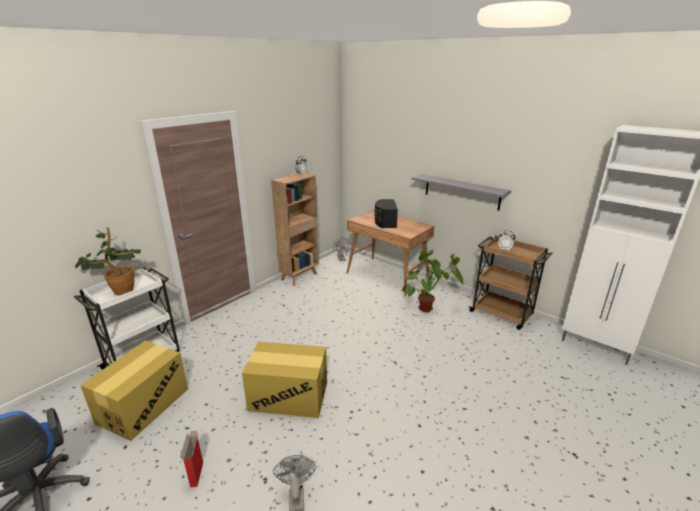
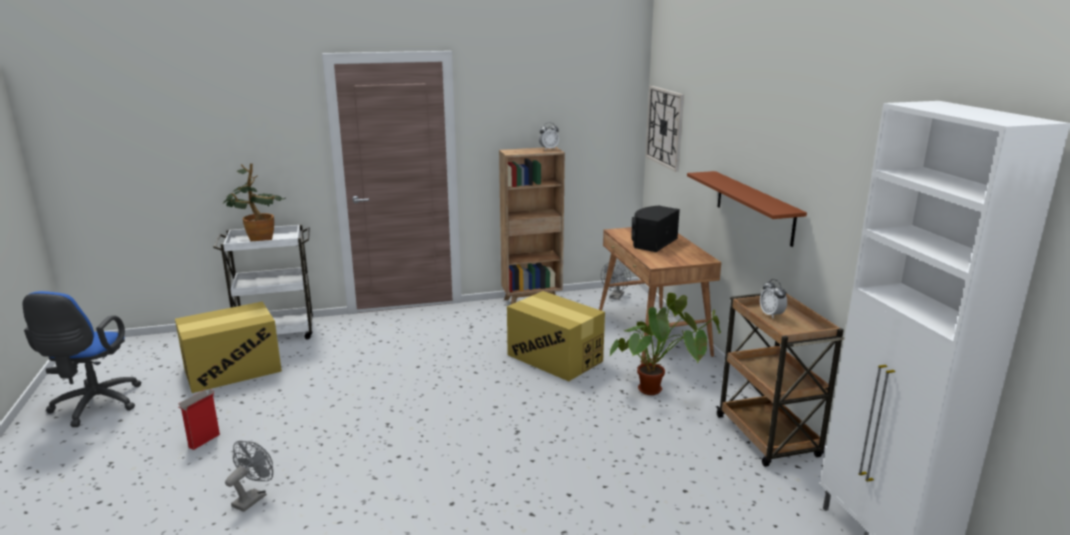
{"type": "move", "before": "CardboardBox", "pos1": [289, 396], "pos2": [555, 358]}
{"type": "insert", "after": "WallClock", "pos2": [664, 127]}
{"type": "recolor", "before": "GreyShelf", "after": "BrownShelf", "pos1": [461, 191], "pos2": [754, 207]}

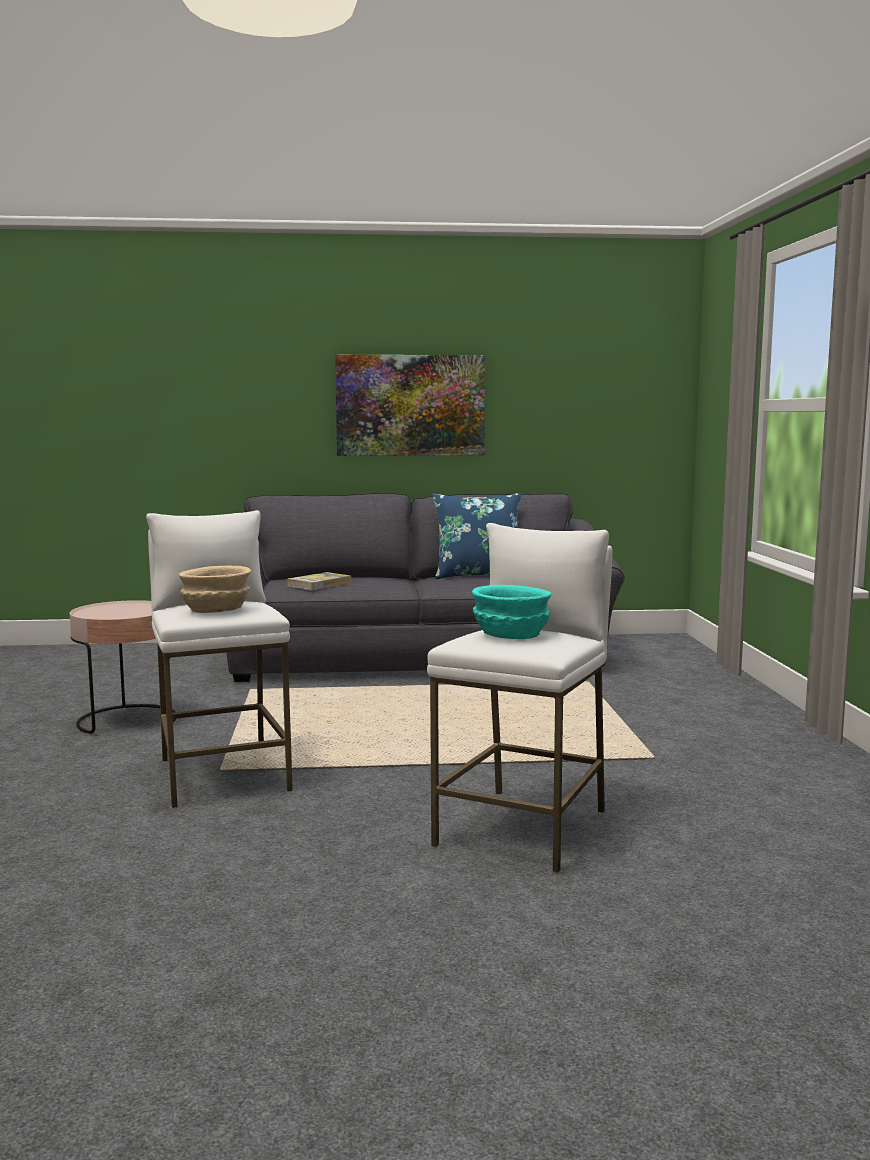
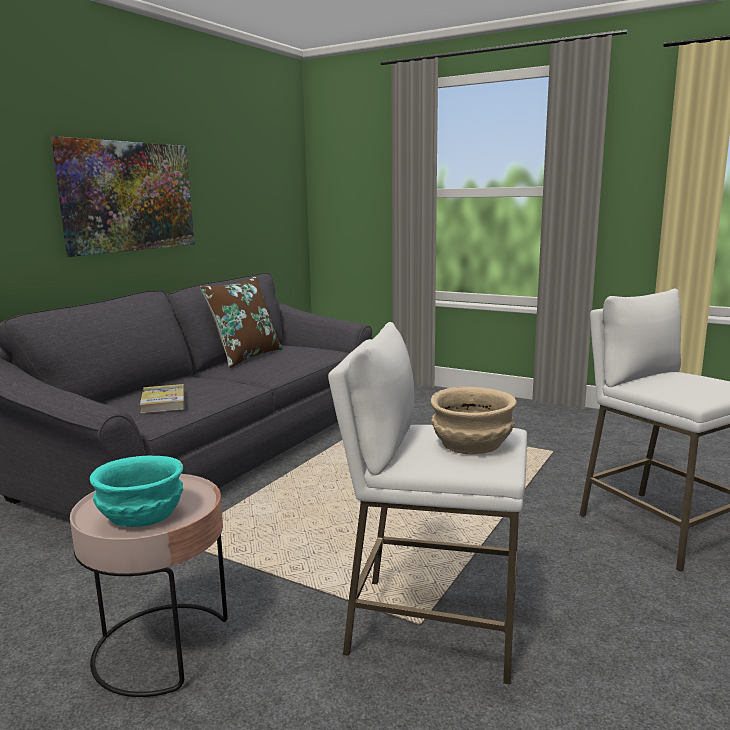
{"type": "move", "before": "TurquoiseBowl", "pos1": [510, 634], "pos2": [140, 515]}
{"type": "recolor", "before": "BluePillow", "after": "BrownPillow", "pos1": [478, 575], "pos2": [246, 357]}

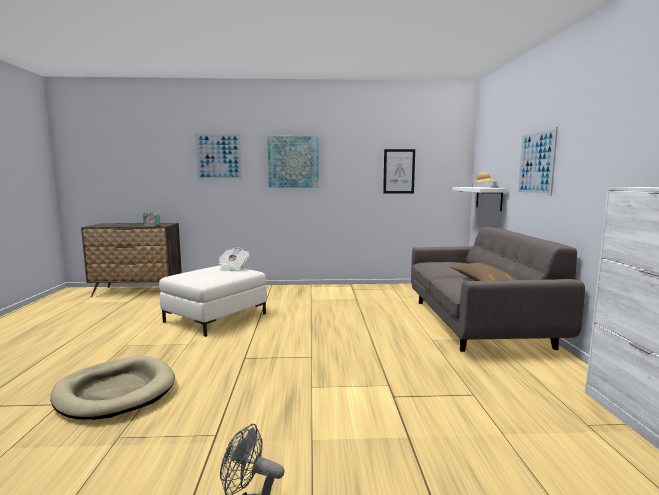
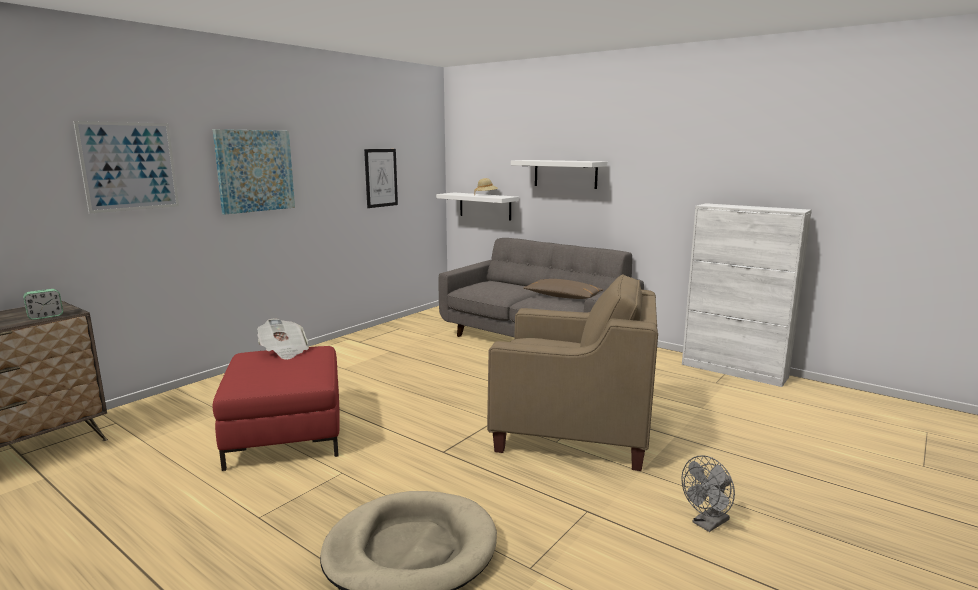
{"type": "recolor", "before": "WhiteOttoman", "after": "RedOttoman", "pos1": [216, 318], "pos2": [286, 433]}
{"type": "insert", "after": "BeigeArmchair", "pos2": [573, 431]}
{"type": "replace", "before": "Picture", "after": "WhiteShelf", "pos1": [536, 163], "pos2": [565, 174]}

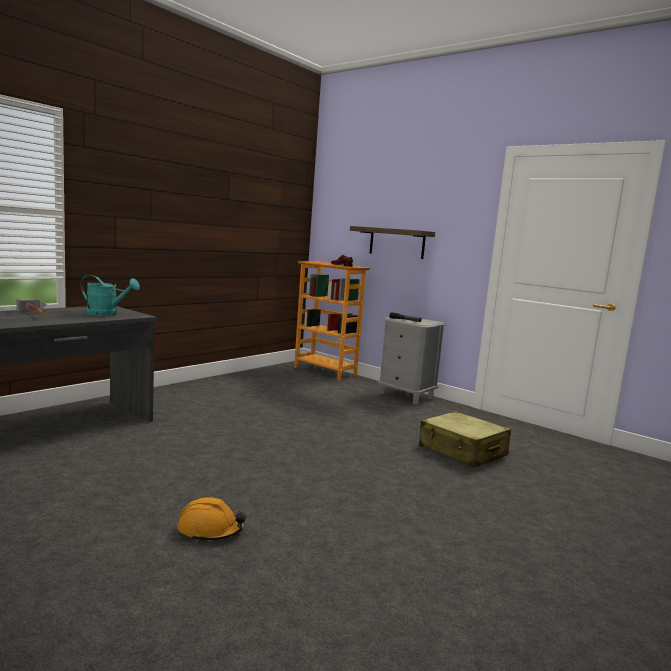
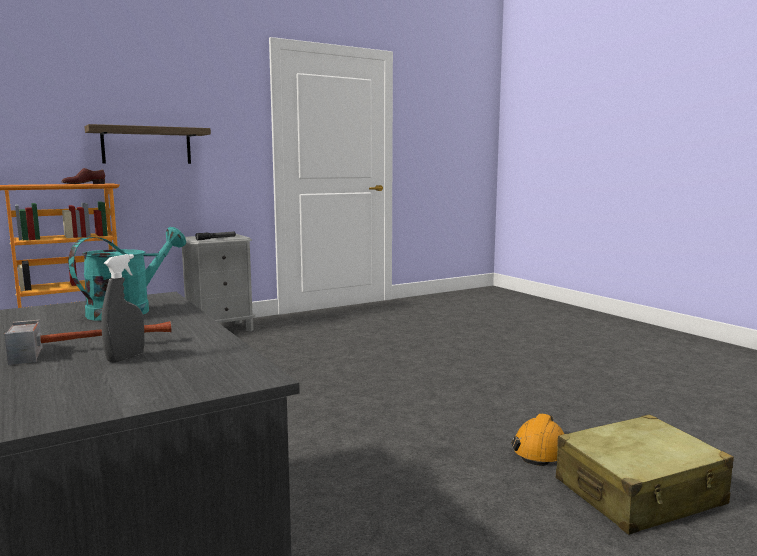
{"type": "insert", "after": "GreySprayBottle", "pos2": [126, 358]}
{"type": "move", "before": "BeigeSuitcase", "pos1": [462, 451], "pos2": [639, 493]}

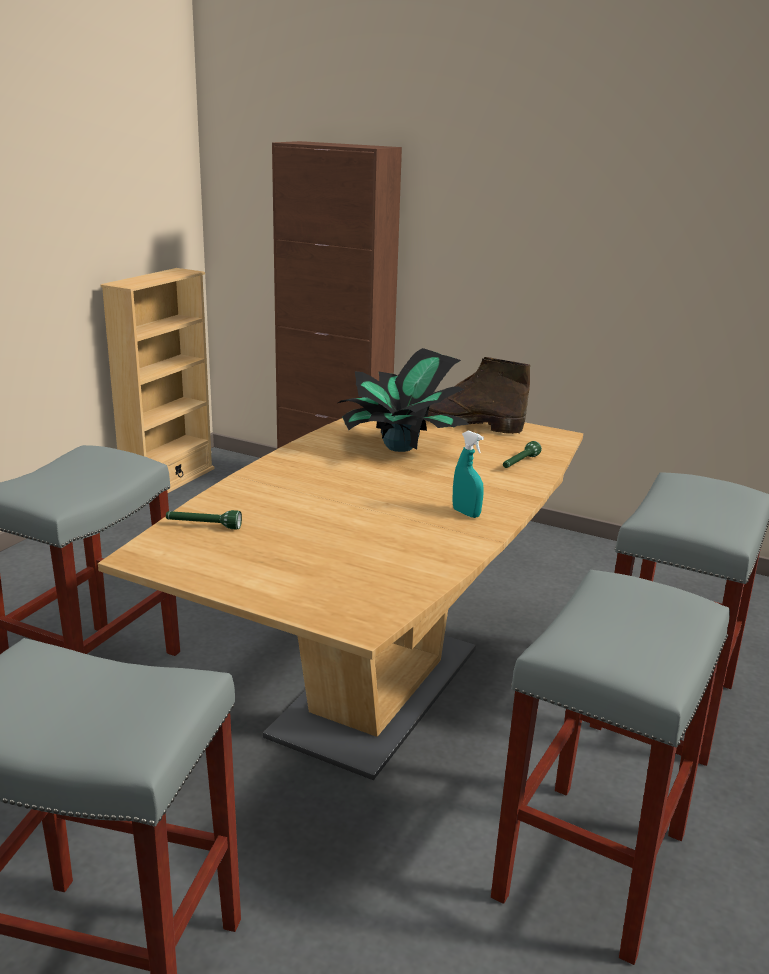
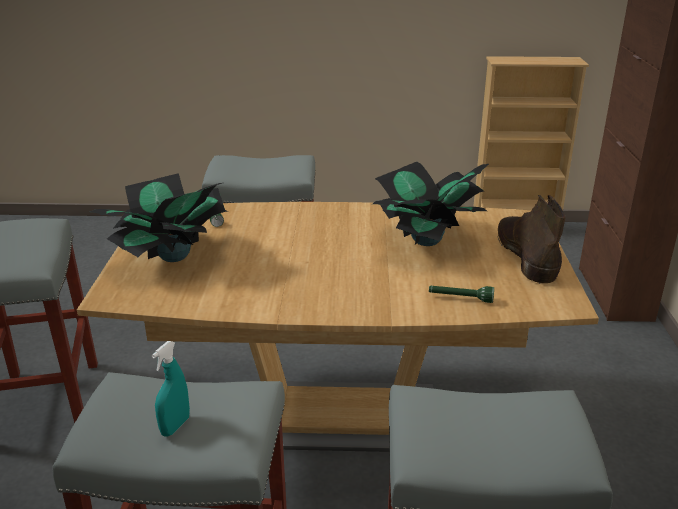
{"type": "insert", "after": "PottedPlant", "pos2": [172, 257]}
{"type": "move", "before": "TurquoiseSprayBottle", "pos1": [466, 513], "pos2": [175, 426]}

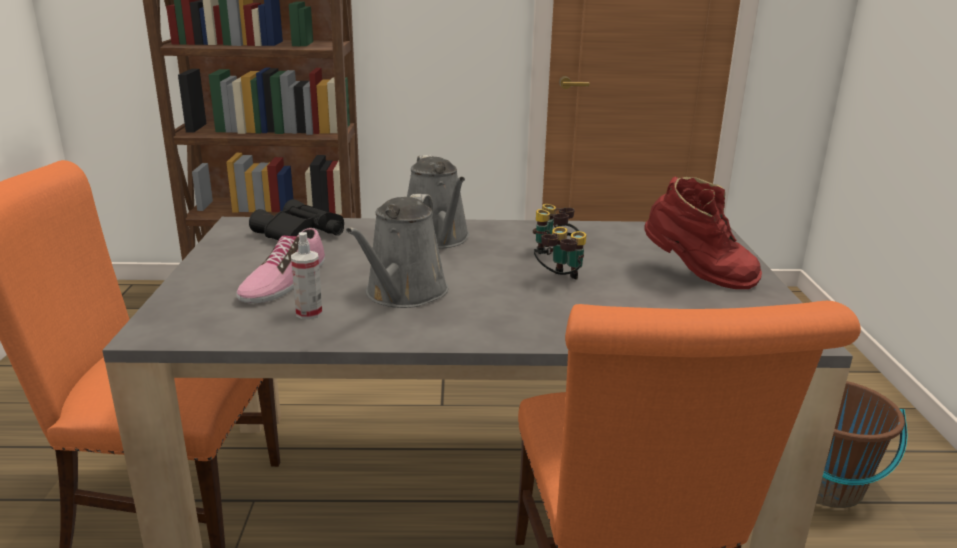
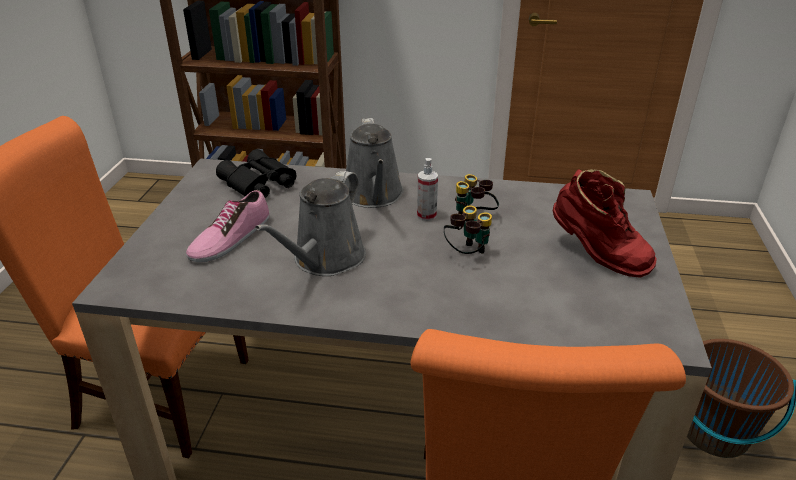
{"type": "move", "before": "SprayBottle", "pos1": [309, 313], "pos2": [426, 215]}

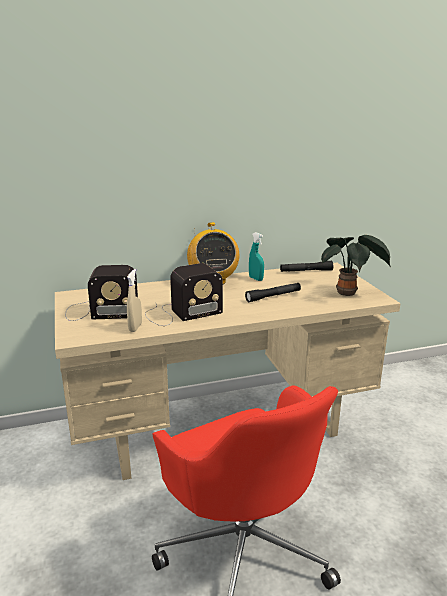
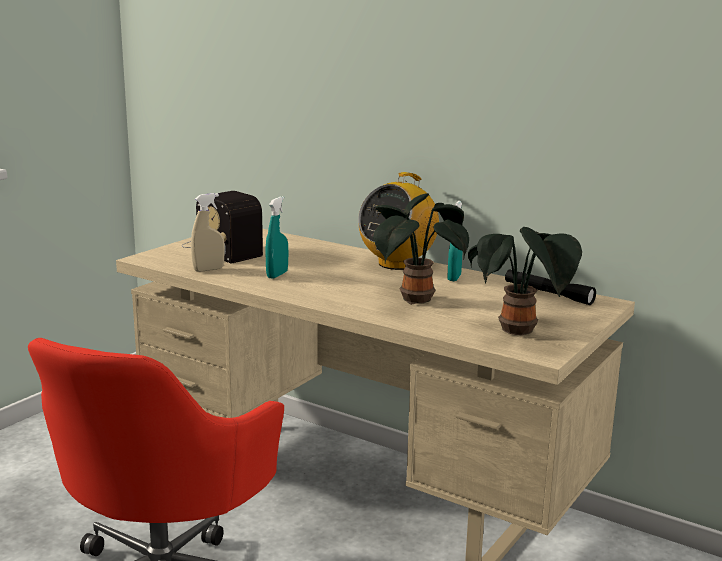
{"type": "replace", "before": "Radio", "after": "TurquoiseSprayBottle", "pos1": [180, 313], "pos2": [277, 275]}
{"type": "replace", "before": "BlackFlashlight", "after": "PottedPlant", "pos1": [273, 296], "pos2": [414, 299]}

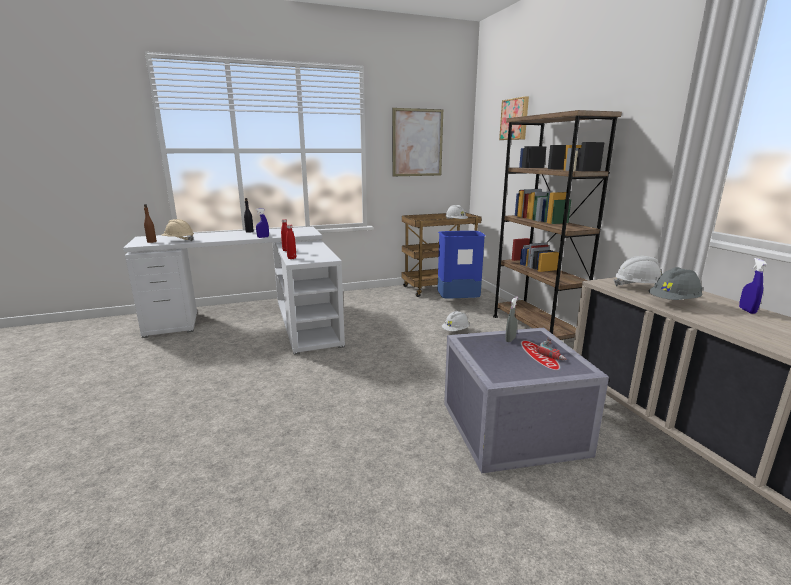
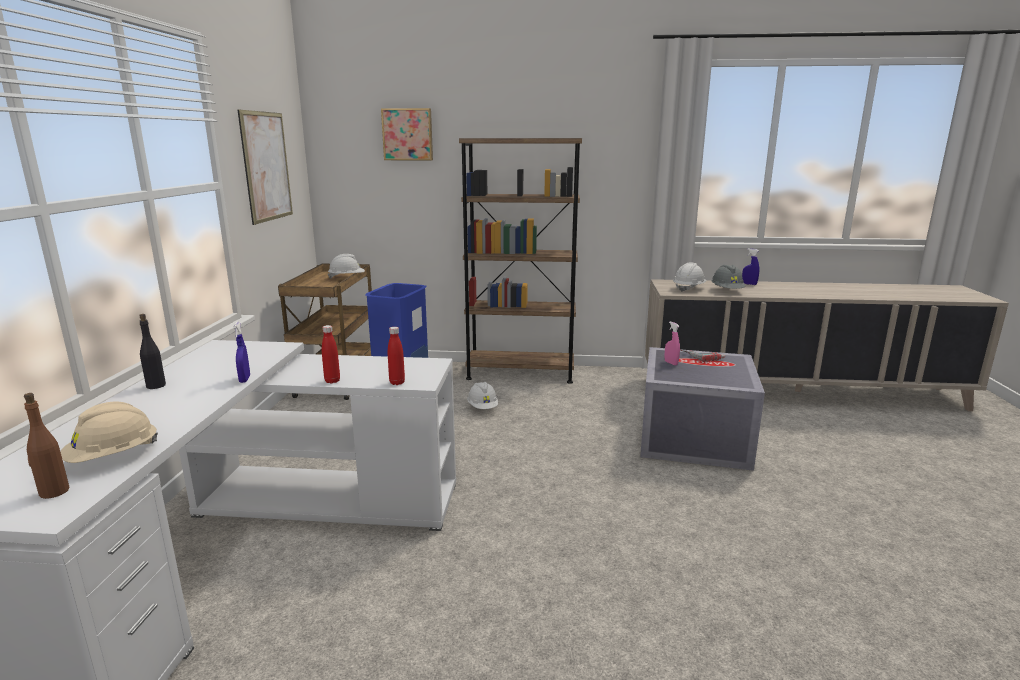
{"type": "recolor", "before": "GreySprayBottle", "after": "PinkSprayBottle", "pos1": [510, 339], "pos2": [671, 363]}

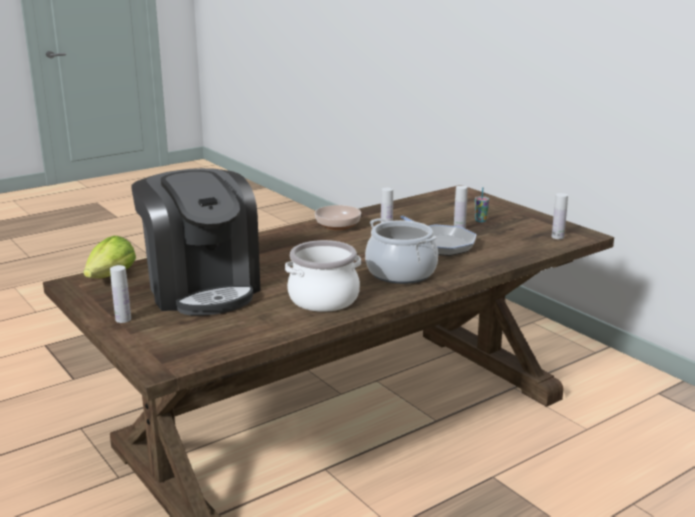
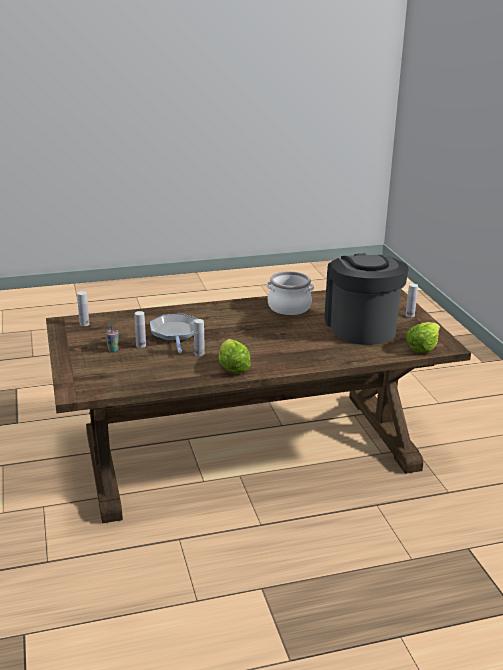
{"type": "replace", "before": "Bowl", "after": "Lettuce", "pos1": [338, 225], "pos2": [232, 367]}
{"type": "delete", "before": "CookingPot", "pos1": [401, 273]}

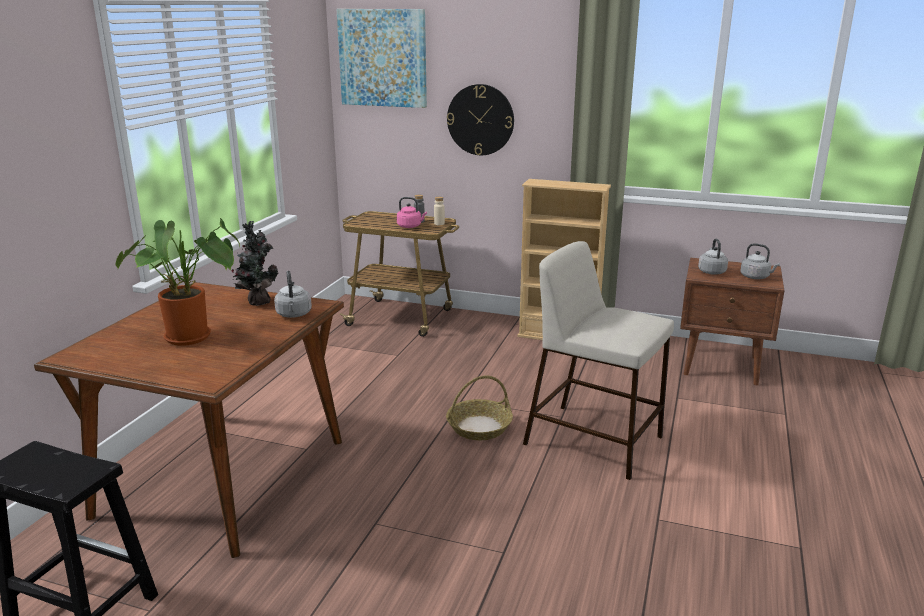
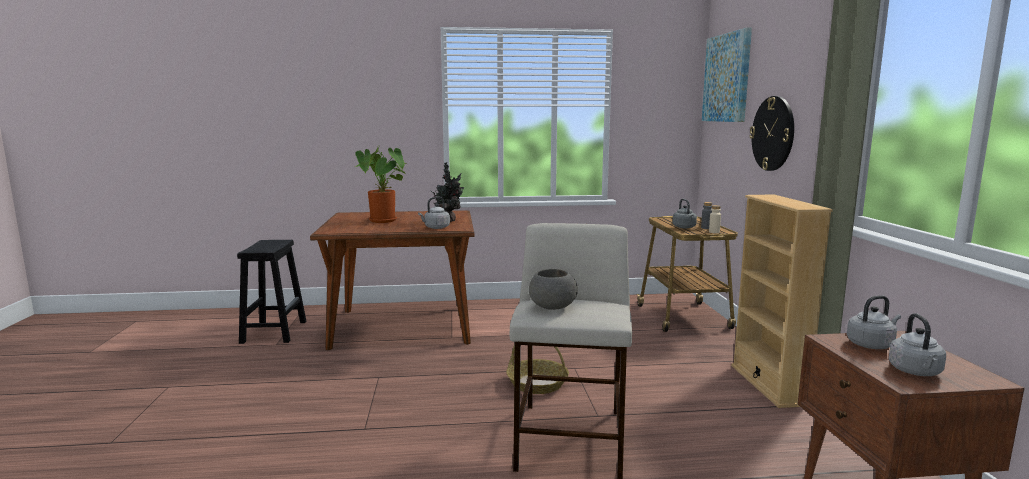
{"type": "insert", "after": "GreyBowl", "pos2": [551, 307]}
{"type": "recolor", "before": "PinkKettle", "after": "GreyKettle", "pos1": [410, 226], "pos2": [684, 227]}

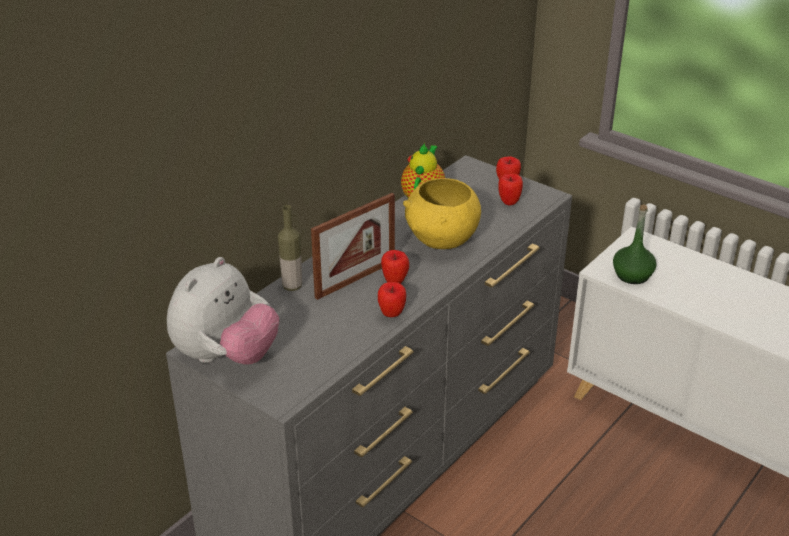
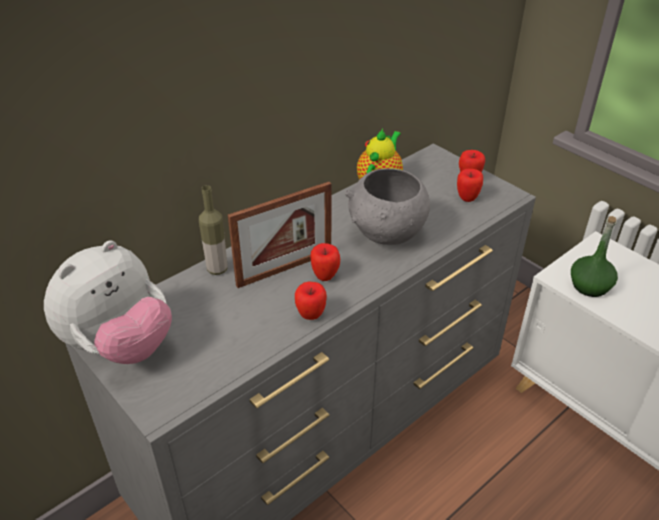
{"type": "recolor", "before": "YellowBowl", "after": "GreyBowl", "pos1": [442, 241], "pos2": [387, 235]}

